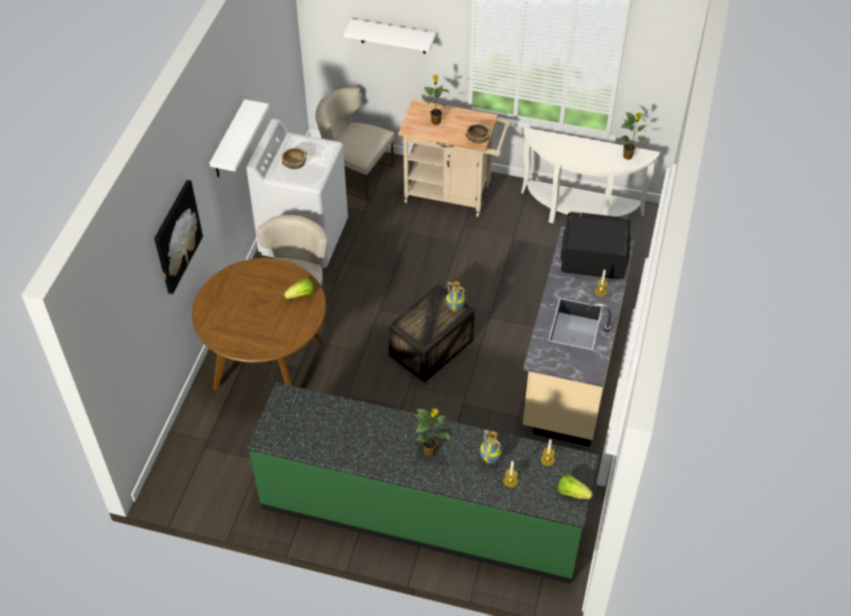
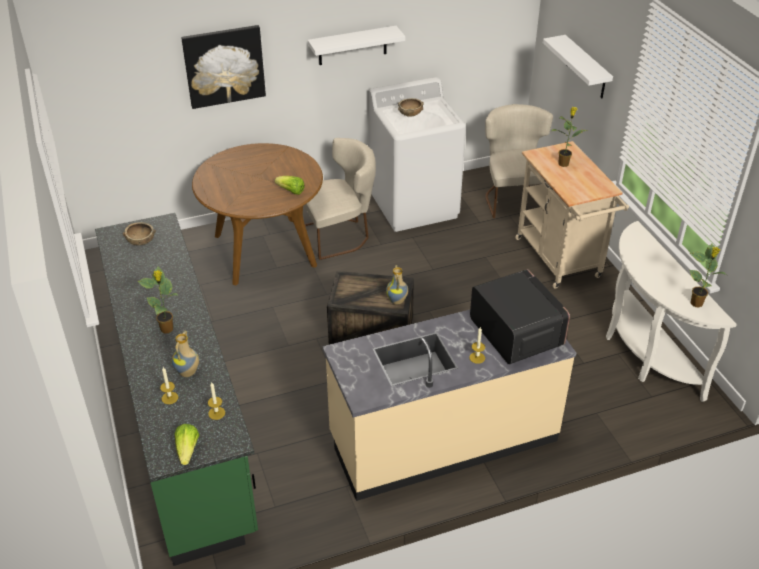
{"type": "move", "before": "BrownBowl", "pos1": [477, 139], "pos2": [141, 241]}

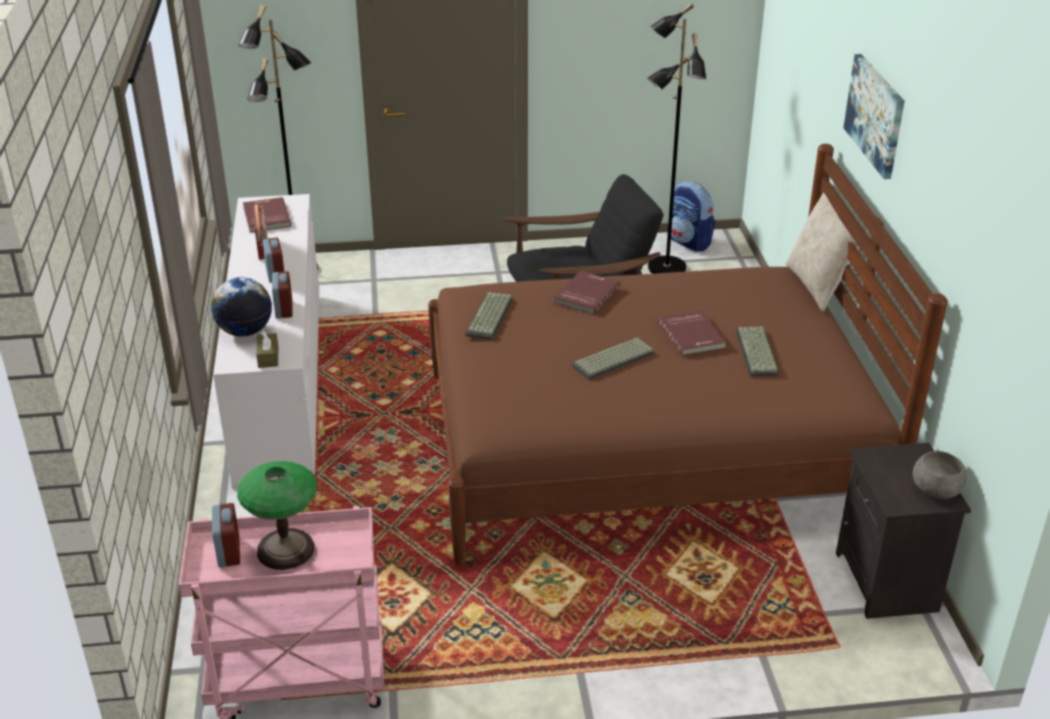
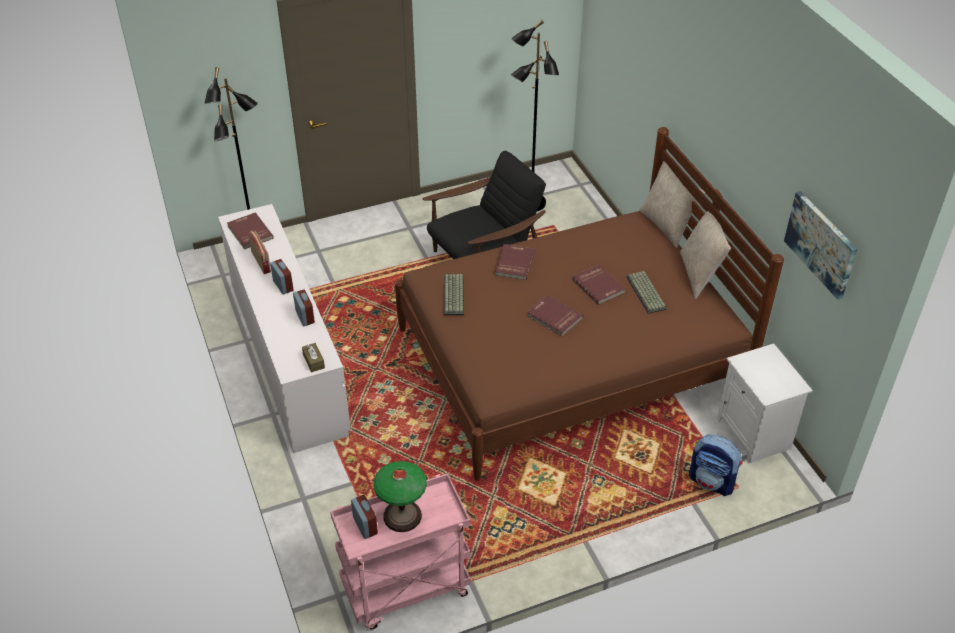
{"type": "replace", "before": "Keyboard", "after": "RedBook", "pos1": [613, 360], "pos2": [554, 317]}
{"type": "insert", "after": "BeigePillow", "pos2": [699, 275]}
{"type": "move", "before": "Backpack", "pos1": [689, 242], "pos2": [712, 481]}
{"type": "recolor", "before": "BlackNightstand", "after": "WhiteNightstand", "pos1": [888, 582], "pos2": [755, 434]}
{"type": "move", "before": "Picture", "pos1": [875, 115], "pos2": [821, 244]}
{"type": "delete", "before": "Globe", "pos1": [245, 331]}
{"type": "delete", "before": "GreyBowl", "pos1": [936, 489]}

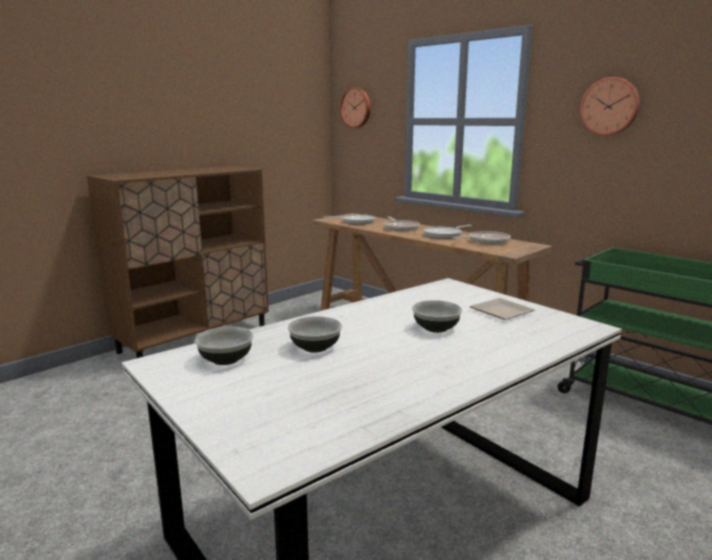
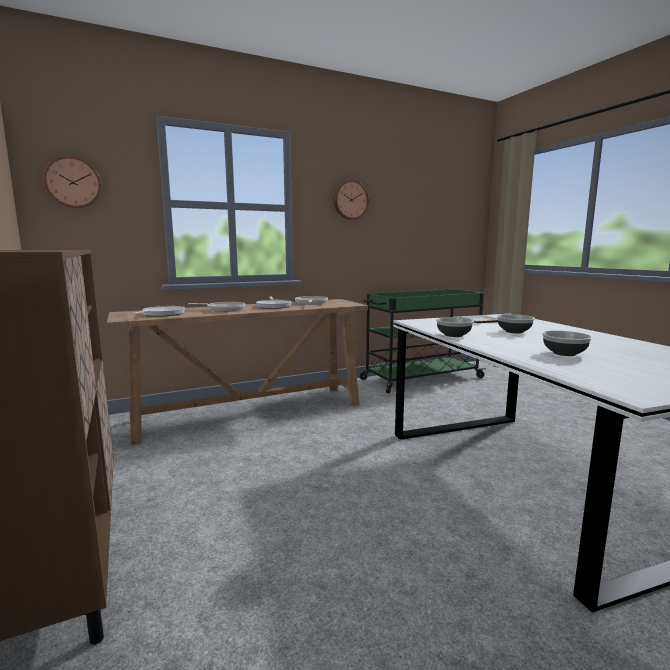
{"type": "move", "before": "Bowl", "pos1": [225, 359], "pos2": [454, 335]}

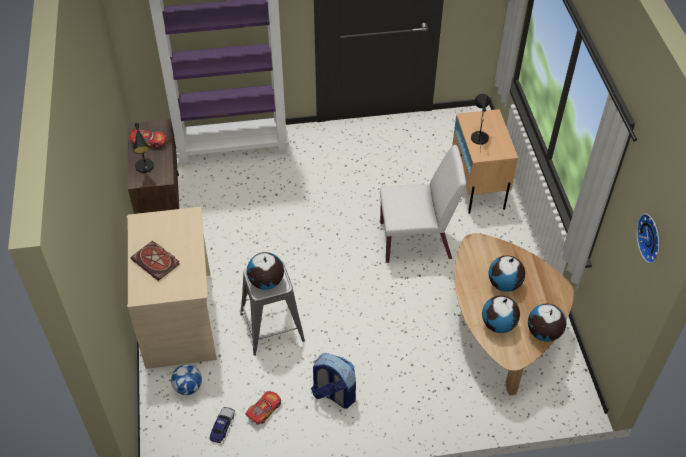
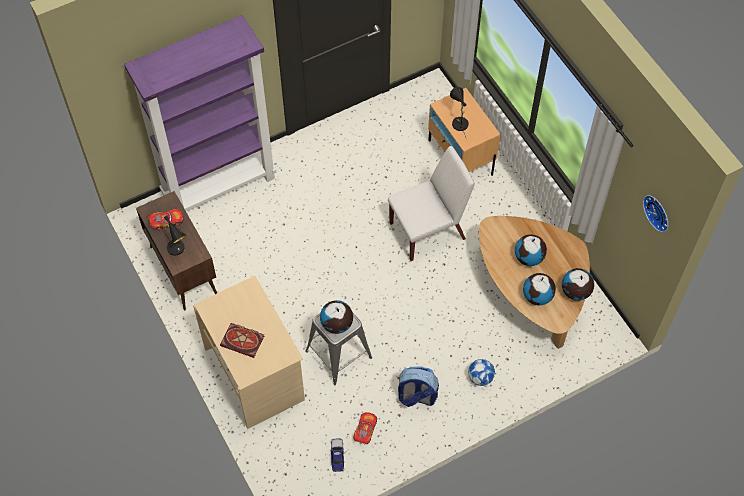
{"type": "move", "before": "Football", "pos1": [188, 387], "pos2": [480, 377]}

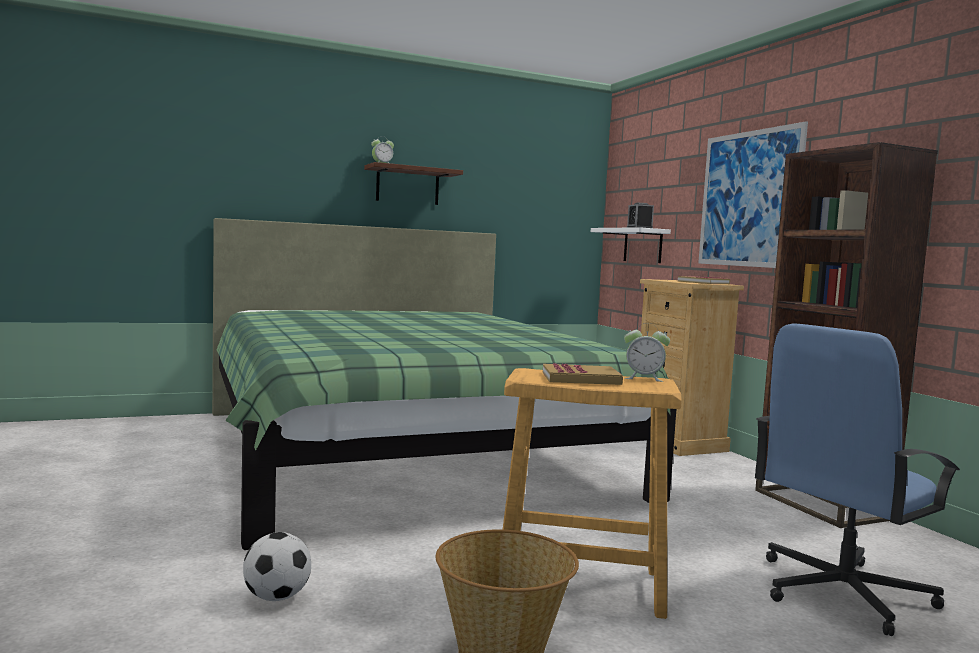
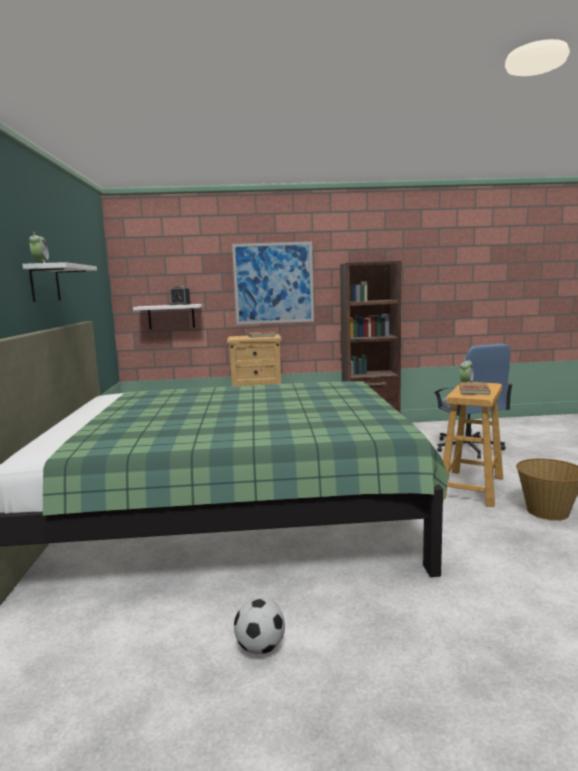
{"type": "recolor", "before": "BrownShelf", "after": "WhiteShelf", "pos1": [407, 186], "pos2": [45, 283]}
{"type": "move", "before": "Football", "pos1": [276, 597], "pos2": [261, 648]}

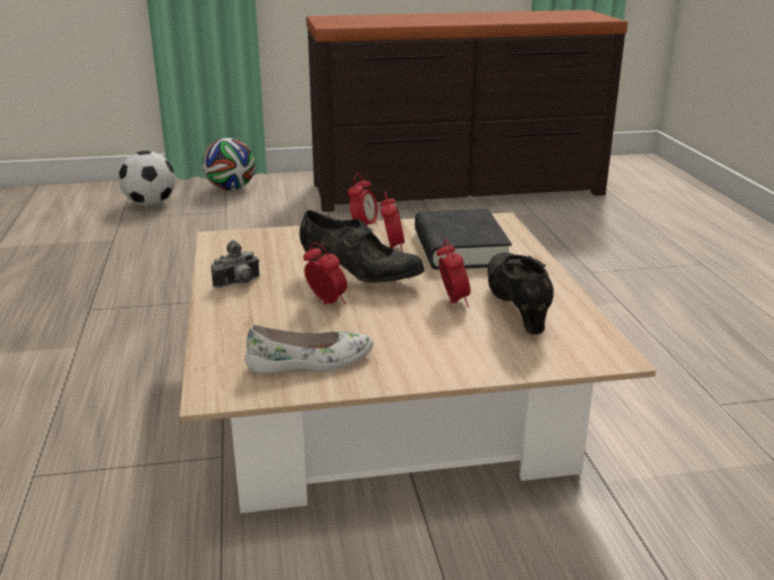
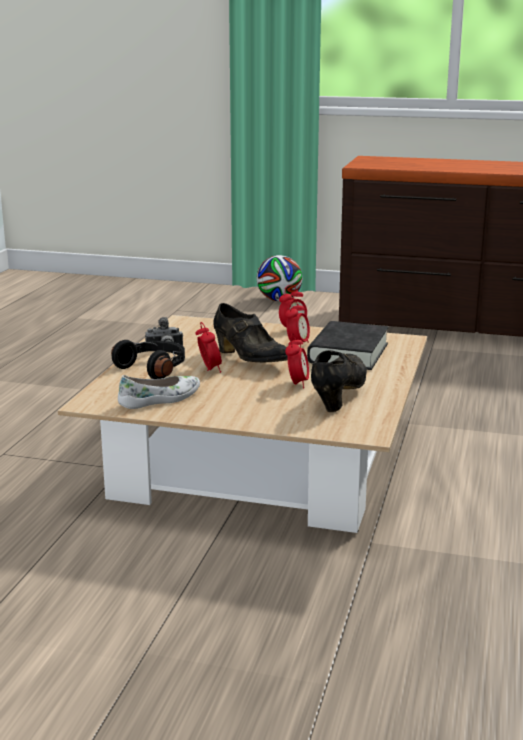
{"type": "insert", "after": "BlackHeadphones", "pos2": [154, 368]}
{"type": "rotate", "before": "WhiteShoe", "pos1": [311, 363], "pos2": [161, 399], "turn": -45}
{"type": "delete", "before": "Football", "pos1": [150, 204]}

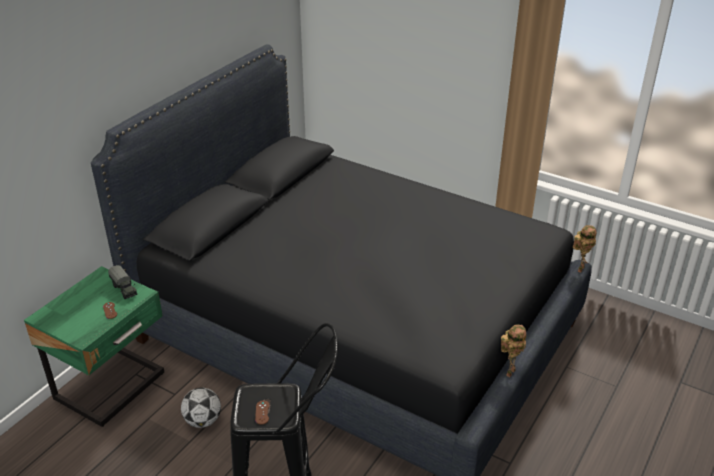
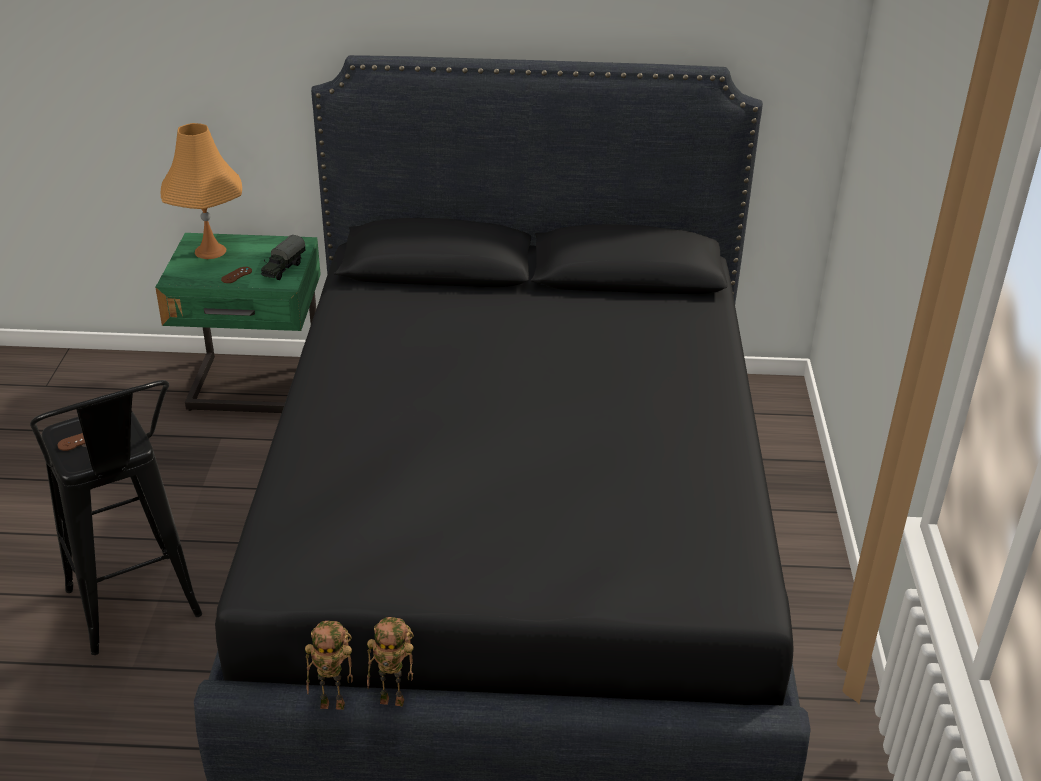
{"type": "insert", "after": "OrangeTableLamp", "pos2": [210, 251]}
{"type": "move", "before": "ToyRobot", "pos1": [580, 268], "pos2": [334, 703]}
{"type": "delete", "before": "Football", "pos1": [203, 420]}

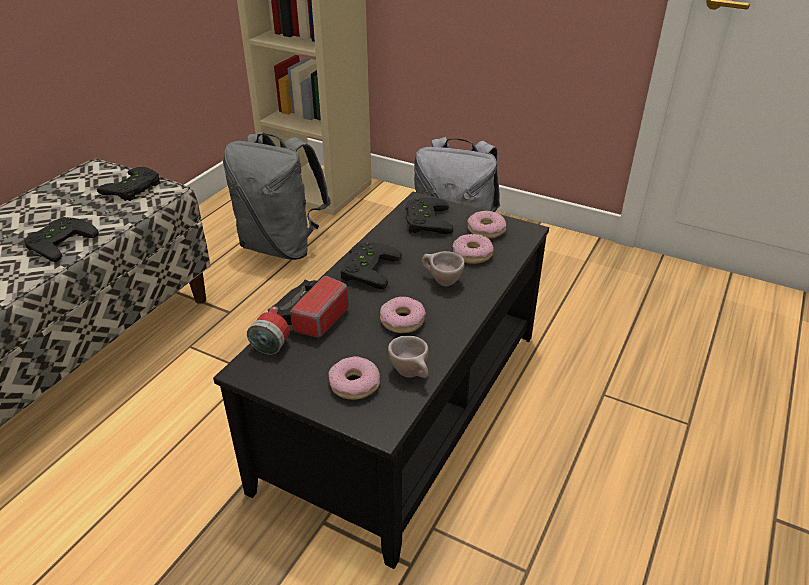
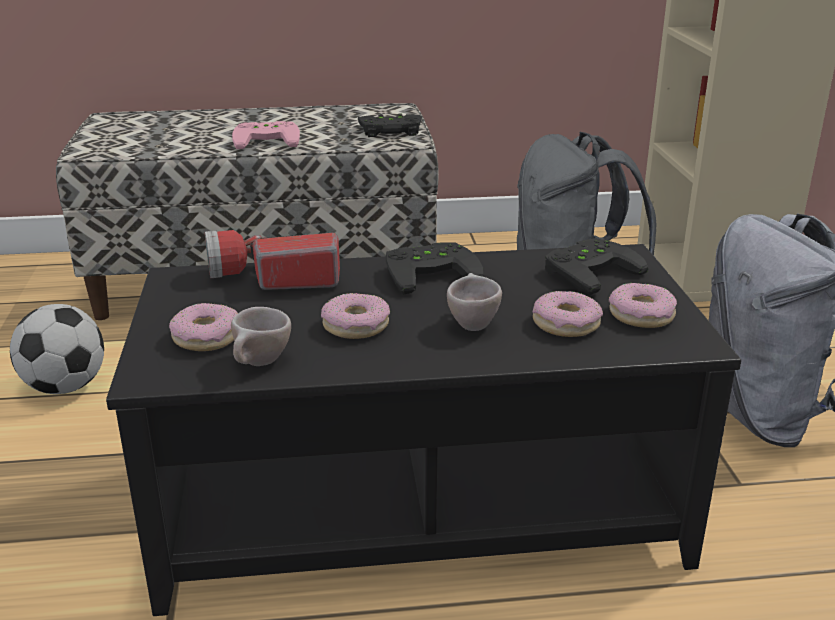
{"type": "insert", "after": "Football", "pos2": [65, 387]}
{"type": "recolor", "before": "BlackGameController", "after": "PinkGameController", "pos1": [59, 242], "pos2": [267, 140]}

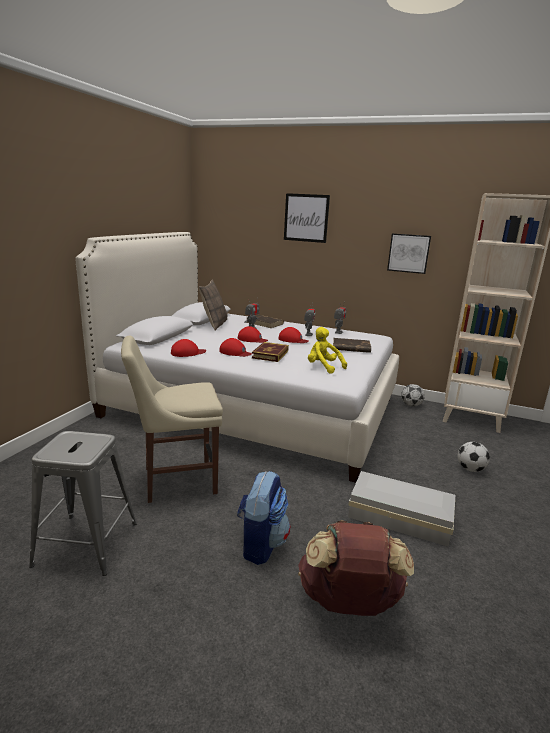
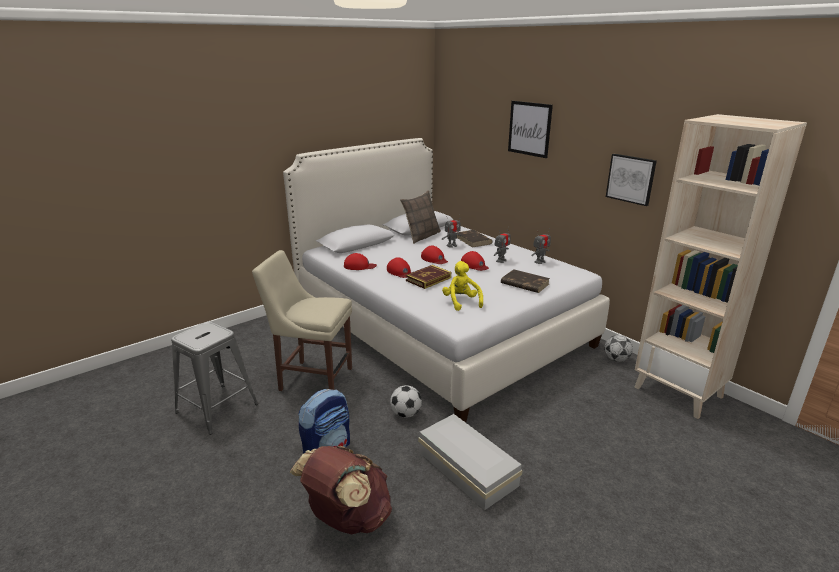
{"type": "move", "before": "Football", "pos1": [470, 469], "pos2": [406, 414]}

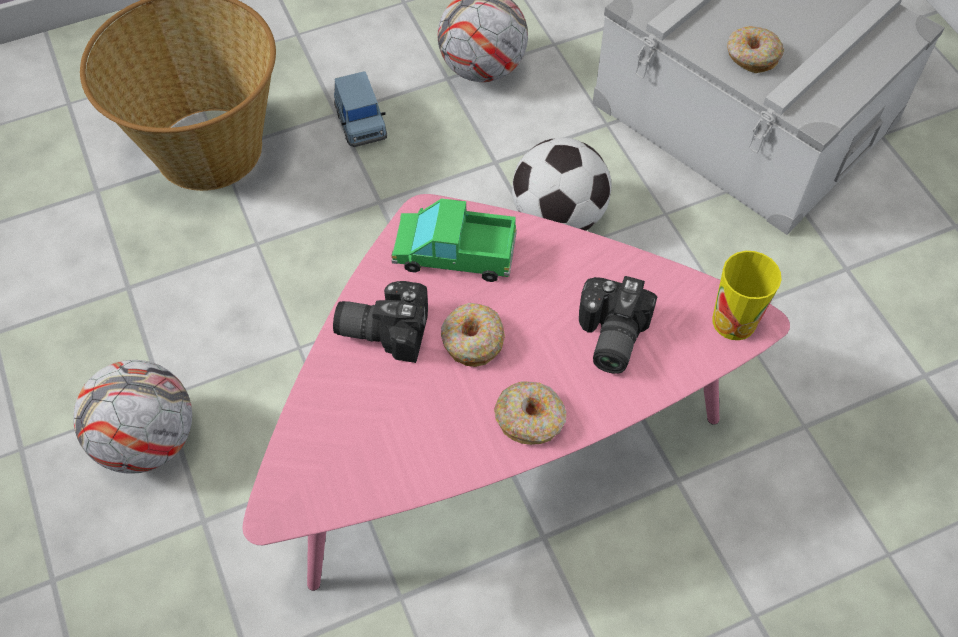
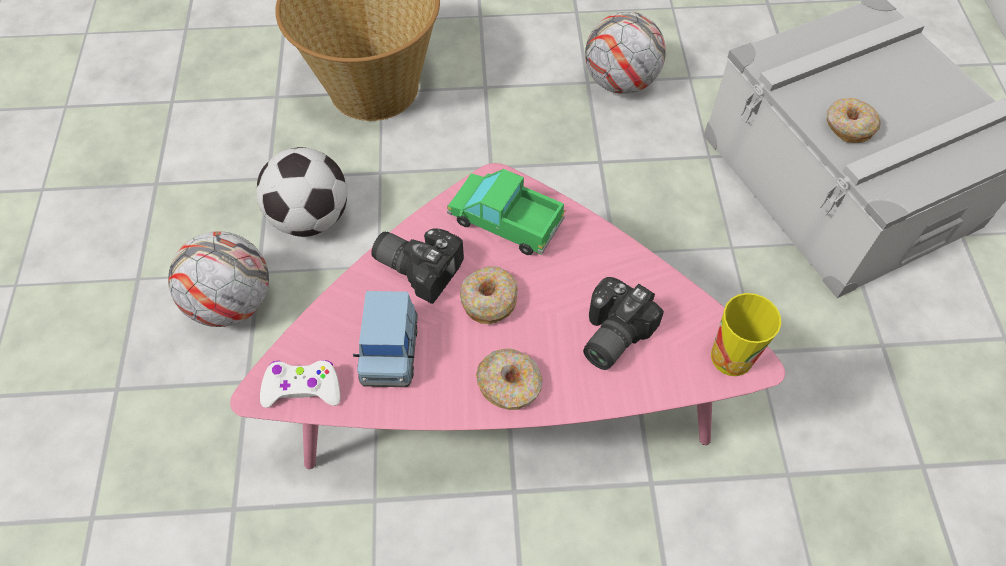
{"type": "move", "before": "Football", "pos1": [559, 217], "pos2": [311, 218]}
{"type": "insert", "after": "WhiteGameController", "pos2": [302, 388]}
{"type": "move", "before": "BlueToyCar", "pos1": [361, 124], "pos2": [389, 352]}

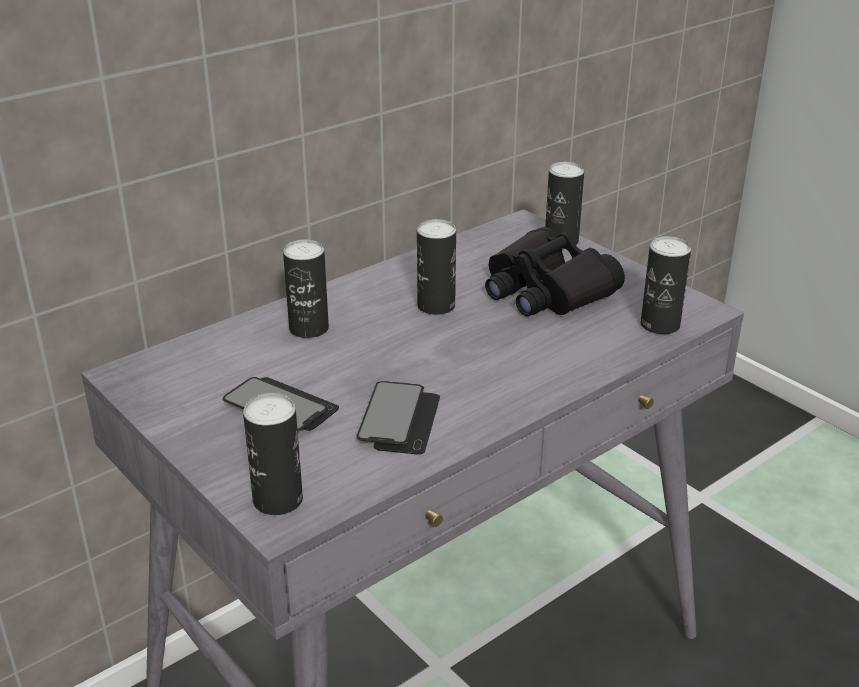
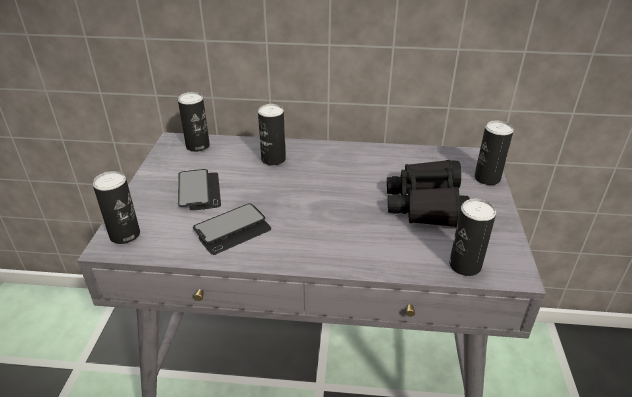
{"type": "move", "before": "Can", "pos1": [436, 306], "pos2": [198, 146]}

